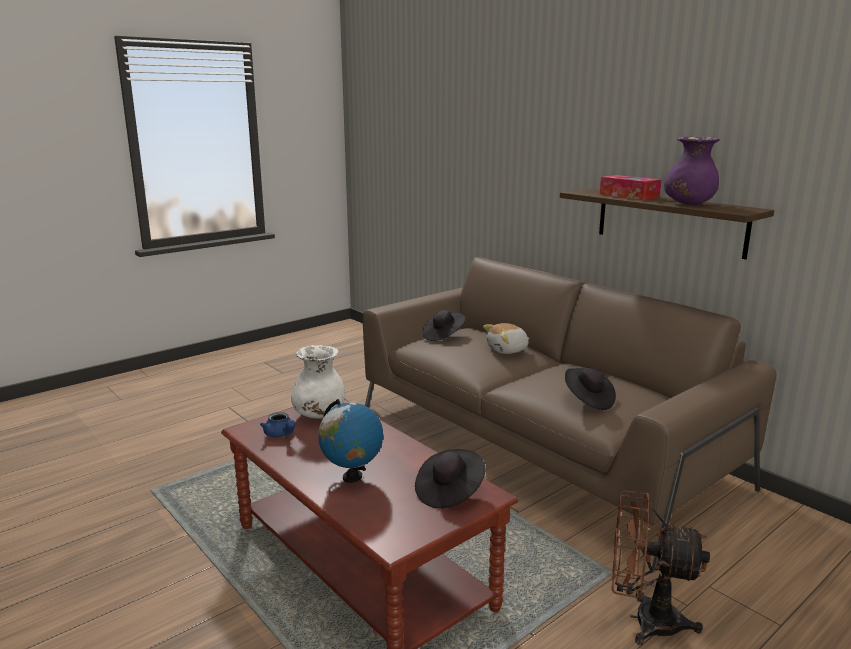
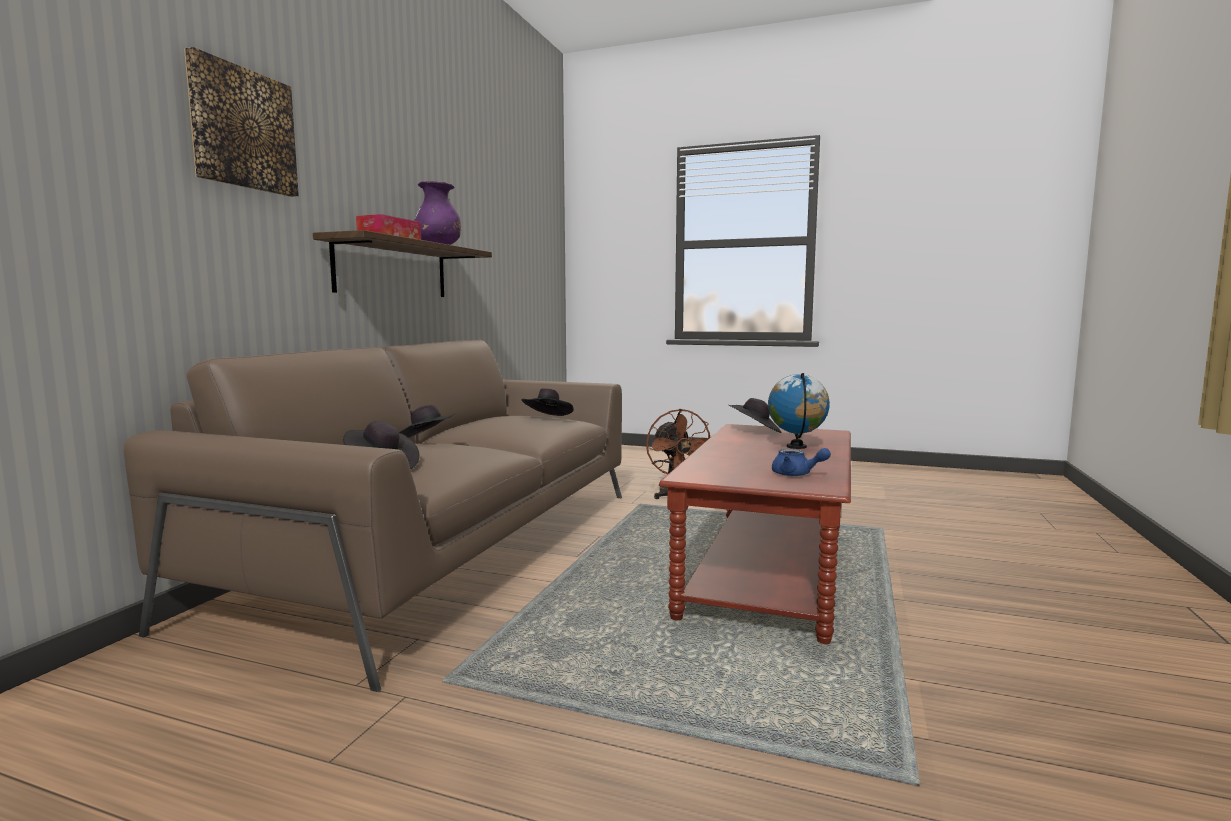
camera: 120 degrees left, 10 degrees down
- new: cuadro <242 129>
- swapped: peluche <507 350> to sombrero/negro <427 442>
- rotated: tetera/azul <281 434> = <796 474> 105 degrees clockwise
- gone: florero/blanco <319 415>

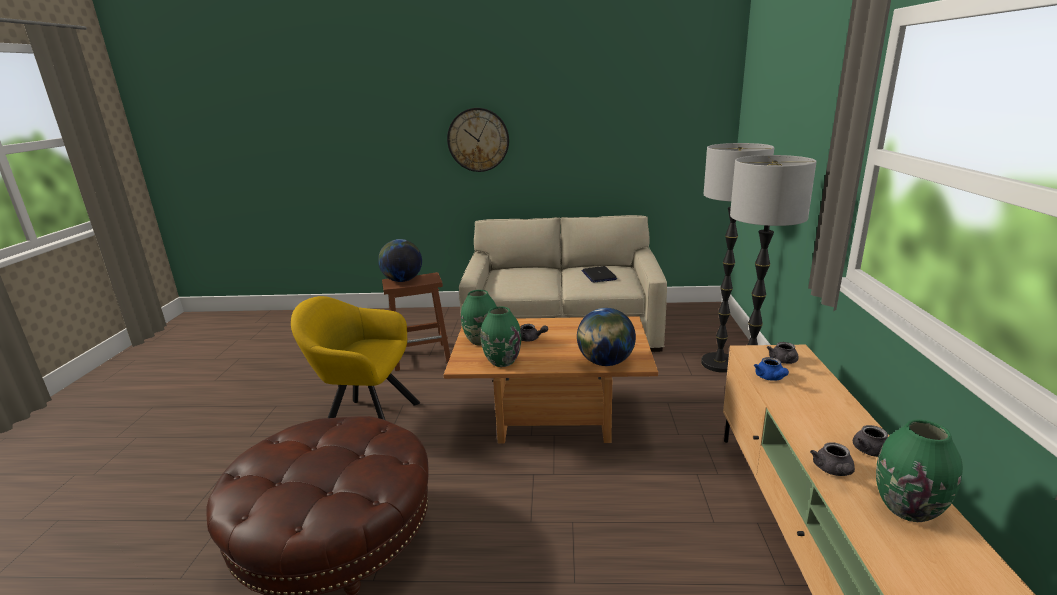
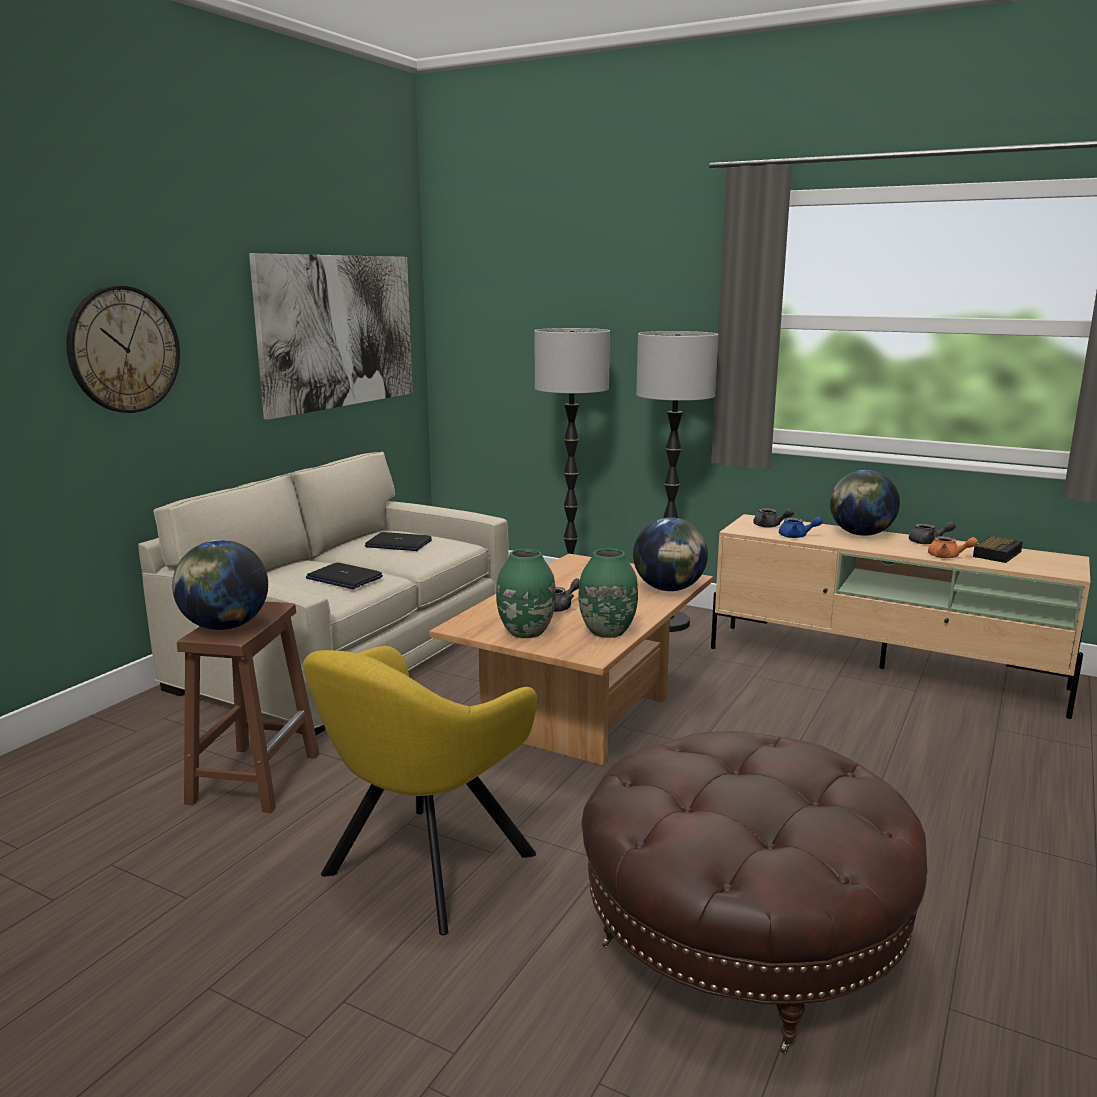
camera: 65 degrees left, 5 degrees down
- new: cuadro <338 331>
- new: portátil <343 578>
- new: globo terráqueo <860 534>
- repainted: tetera/gris <833 471> to tetera/naranja <948 556>
- swapped: florero/verde <907 508> to despertador <997 554>

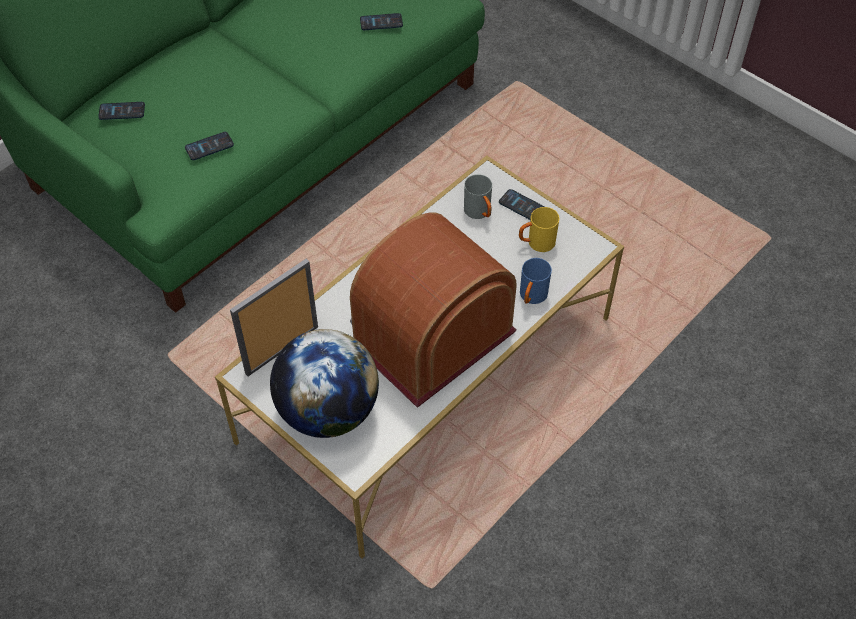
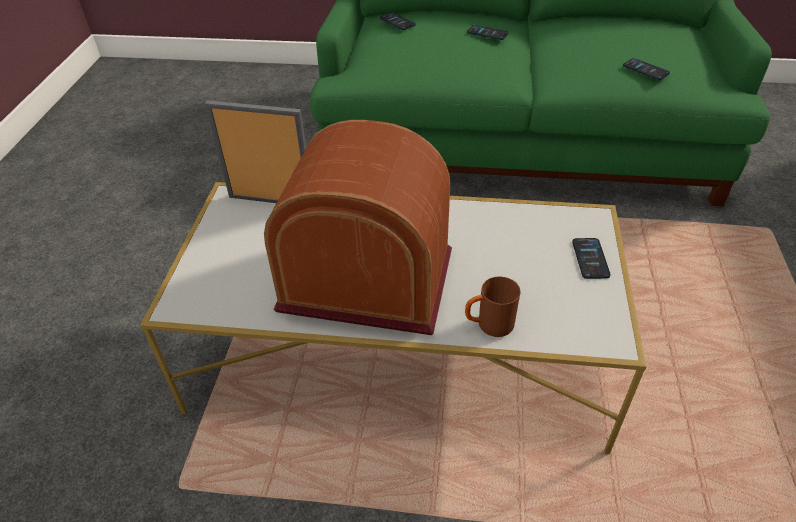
camera: 55 degrees right, 10 degrees down
- repainted: taza grande/azul <531 298> to taza grande/marrón <488 325>
- shifted: móvil <209 146> to <487 33>
- gone: globo terráqueo <328 411>
- gone: taza grande/gris <479 213>
- gone: taza grande/amarillo <536 243>

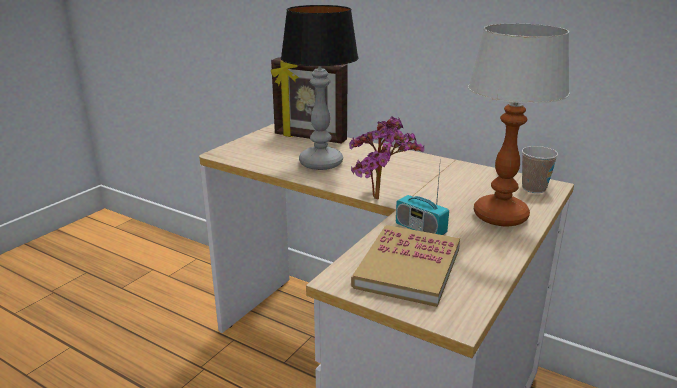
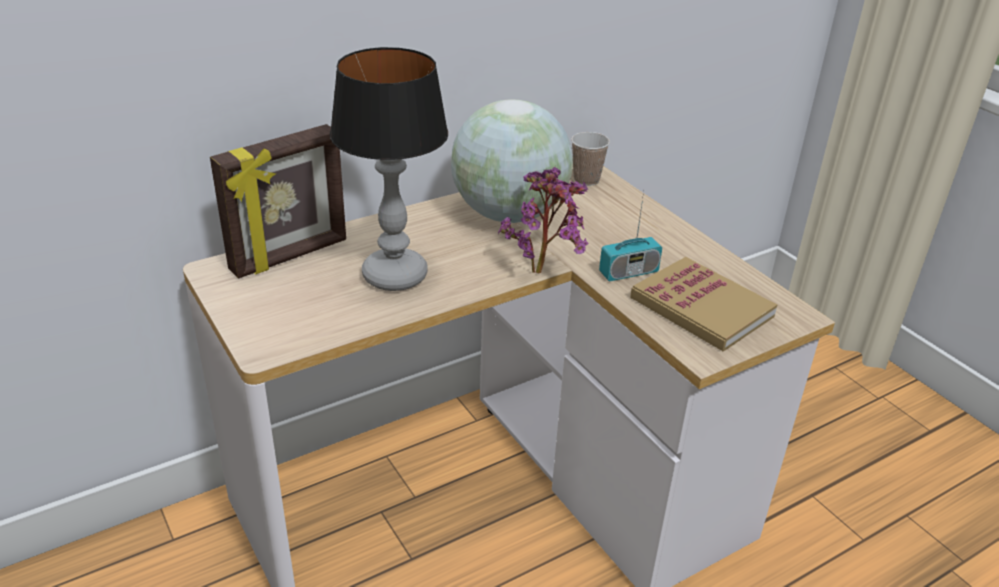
camera: 65 degrees left, 10 degrees up
- new: globo terráqueo <509 214>
- gone: lámpara de mesa <501 216>

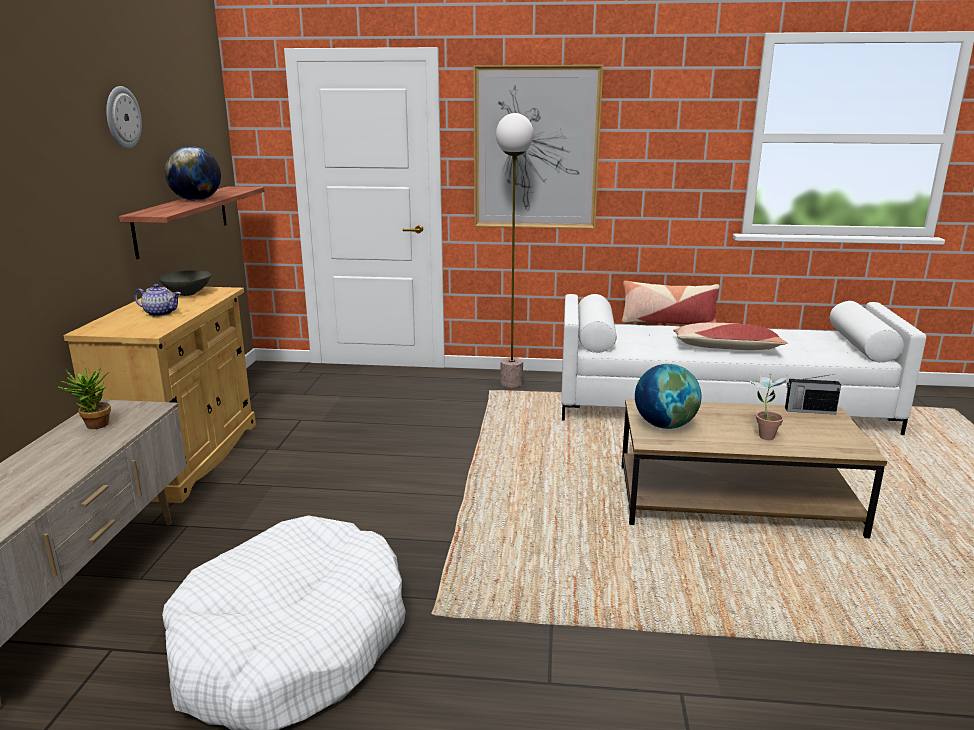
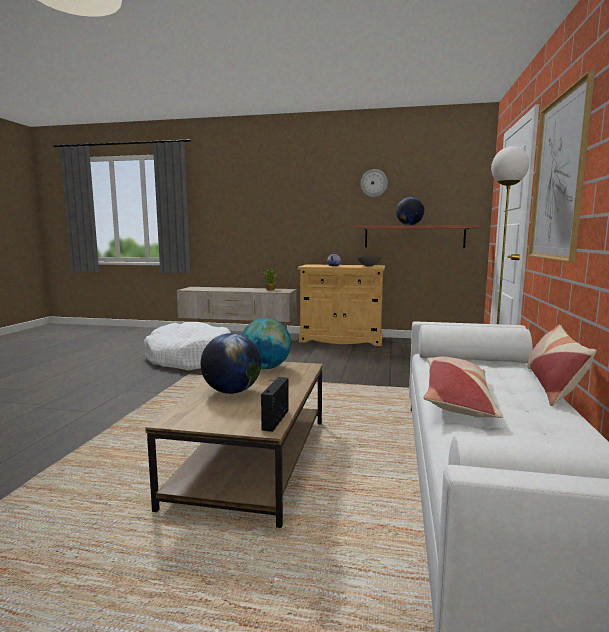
camera: 95 degrees right, 10 degrees down
- swapped: planta en maceta <762 434> to globo terráqueo <232 391>

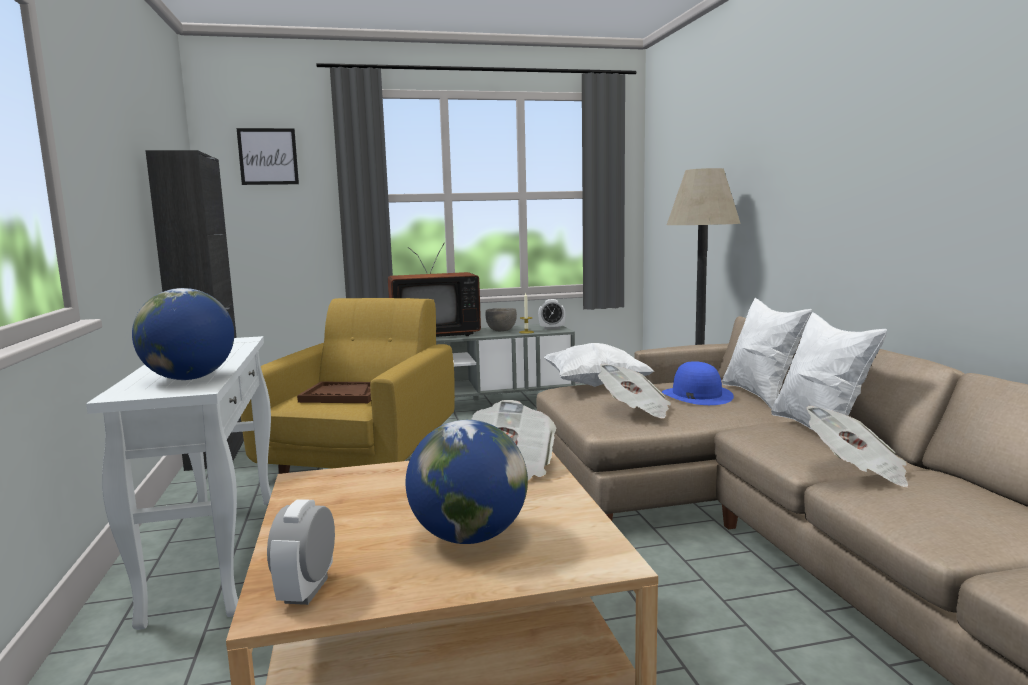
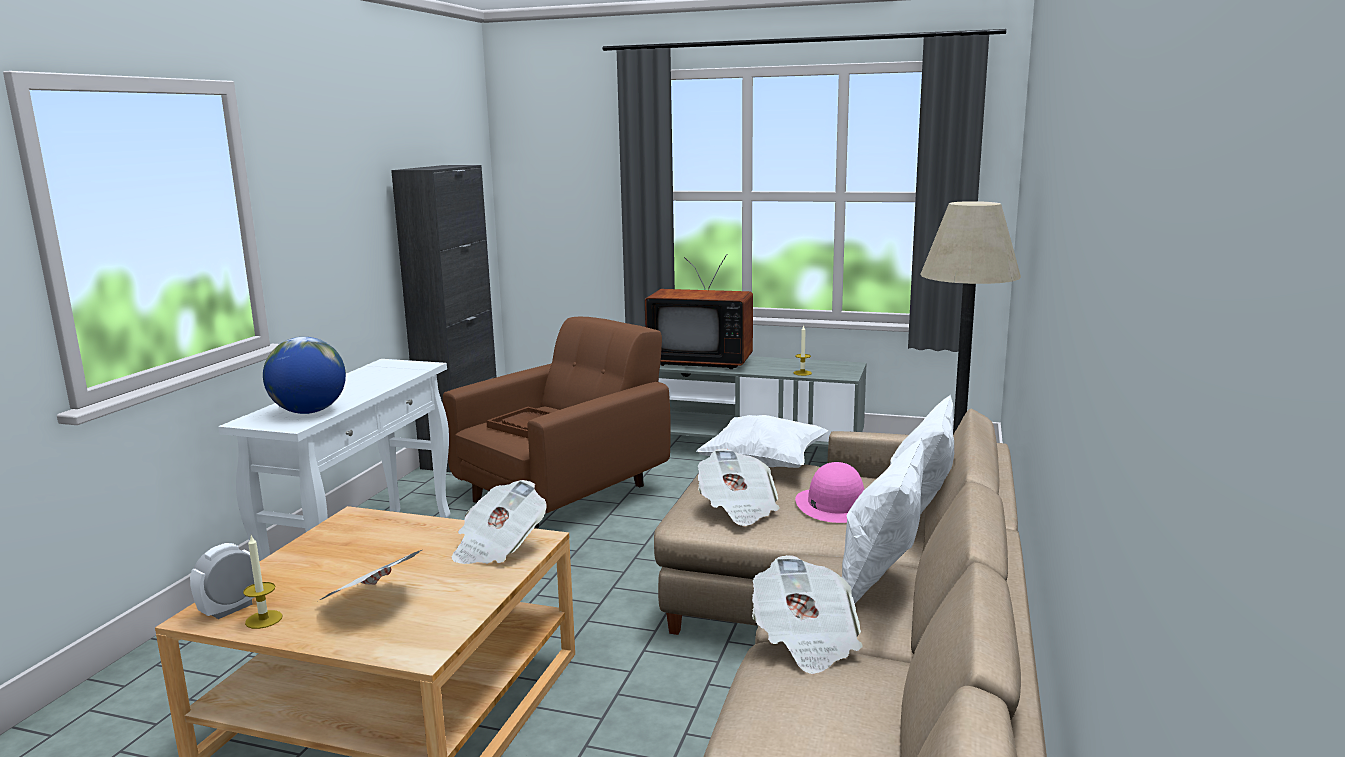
camera: 30 degrees right, 5 degrees up
- new: vela <264 619>
- swapped: globo terráqueo <469 537> to periódico <372 601>
- repainted: sillón/amarillo <363 459> to sillón/marrón <565 491>
- repainted: sombrero/azul <696 395> to sombrero/rosa <836 504>
- gone: cuadro <268 156>
- gone: cuenco/gris <501 331>
- gone: despertador <552 328>

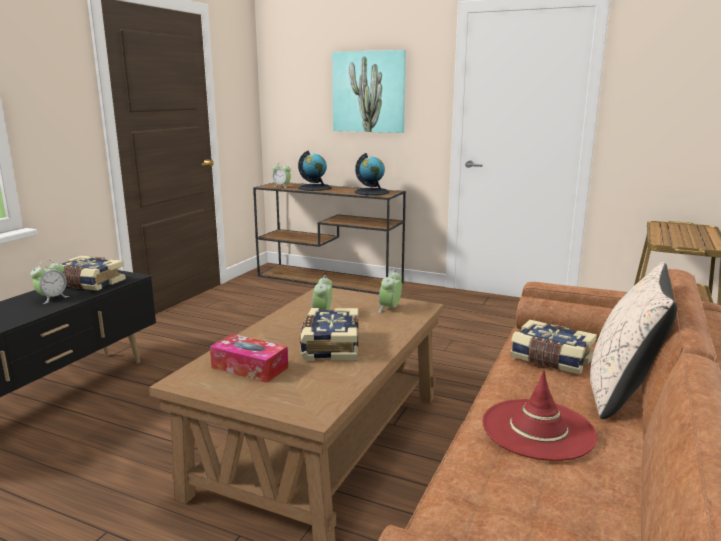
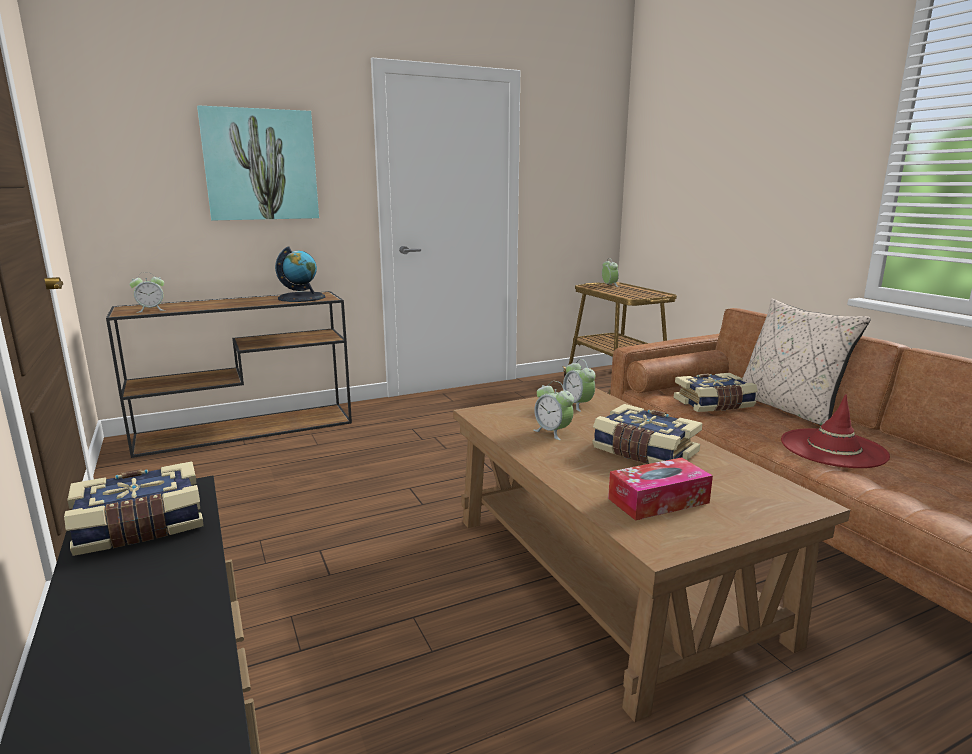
camera: 50 degrees left, 0 degrees up
- shifted: despertador <52 298> to <609 285>
- gone: globo terráqueo <315 188>

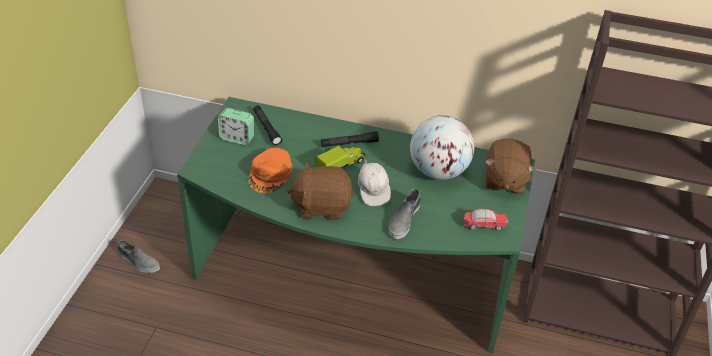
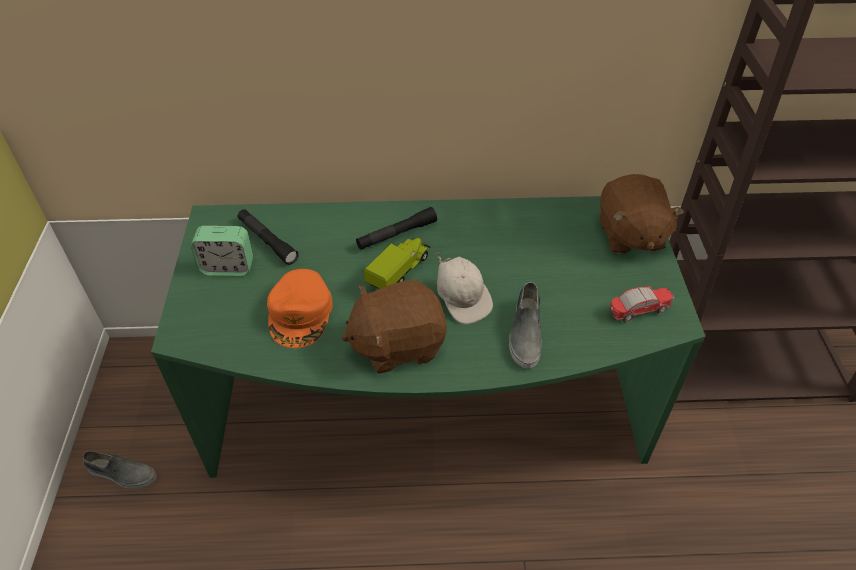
camera: 15 degrees left, 5 degrees up
- gone: globo terráqueo <438 171>

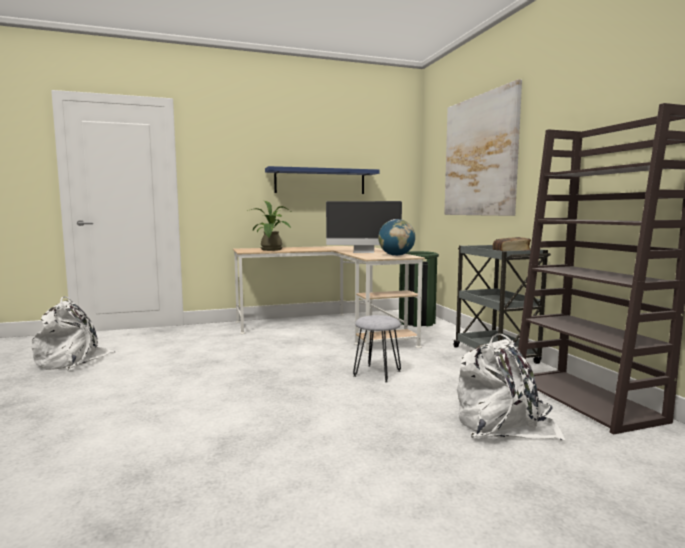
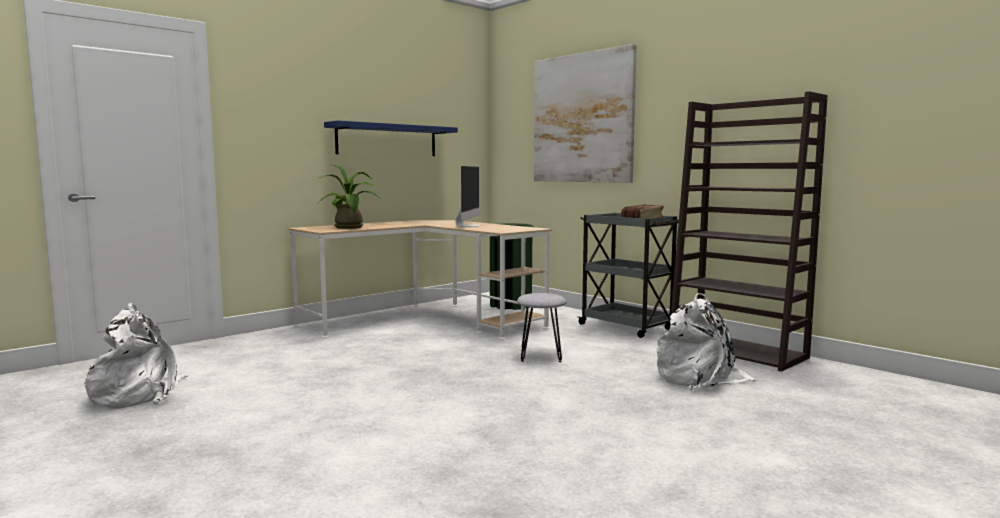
camera: 25 degrees left, 0 degrees up
- rotated: monitor <364 252> = <469 226> 60 degrees counterclockwise
- gone: globo terráqueo <396 255>

